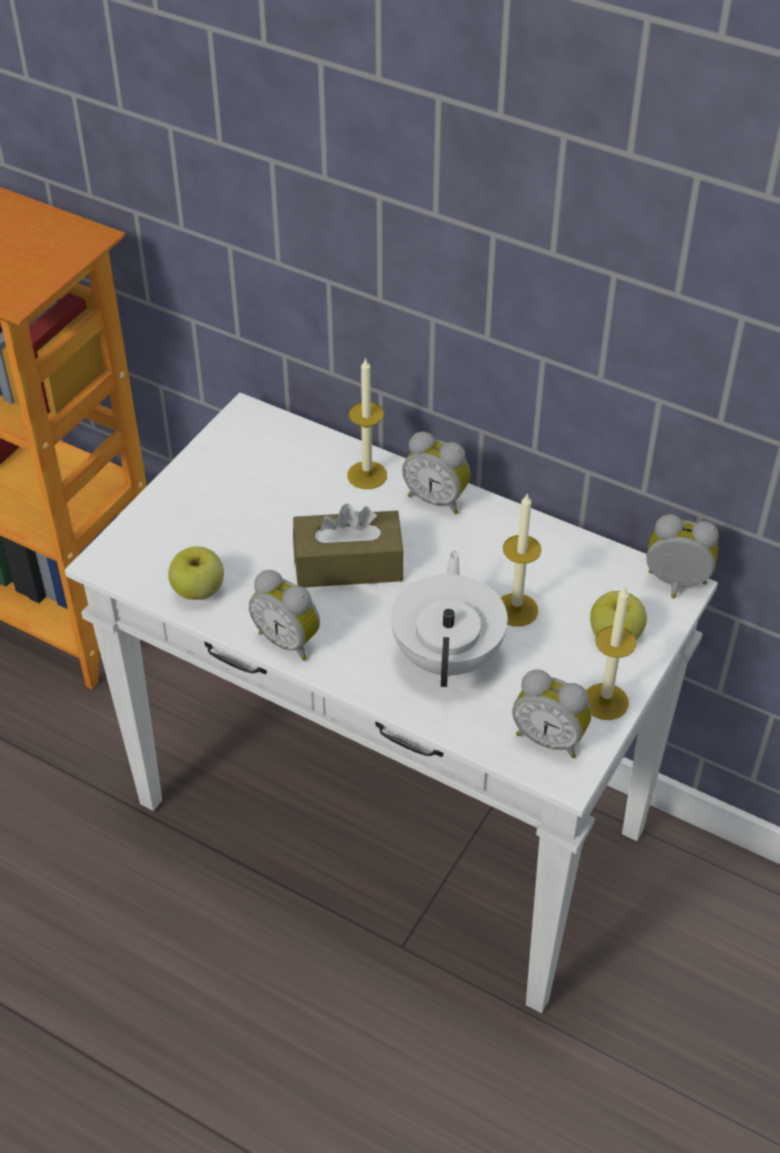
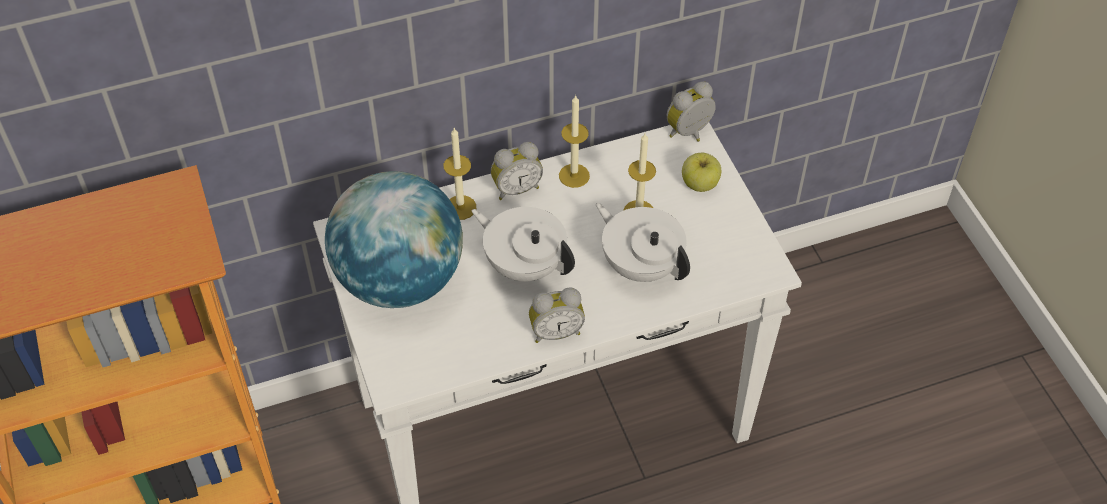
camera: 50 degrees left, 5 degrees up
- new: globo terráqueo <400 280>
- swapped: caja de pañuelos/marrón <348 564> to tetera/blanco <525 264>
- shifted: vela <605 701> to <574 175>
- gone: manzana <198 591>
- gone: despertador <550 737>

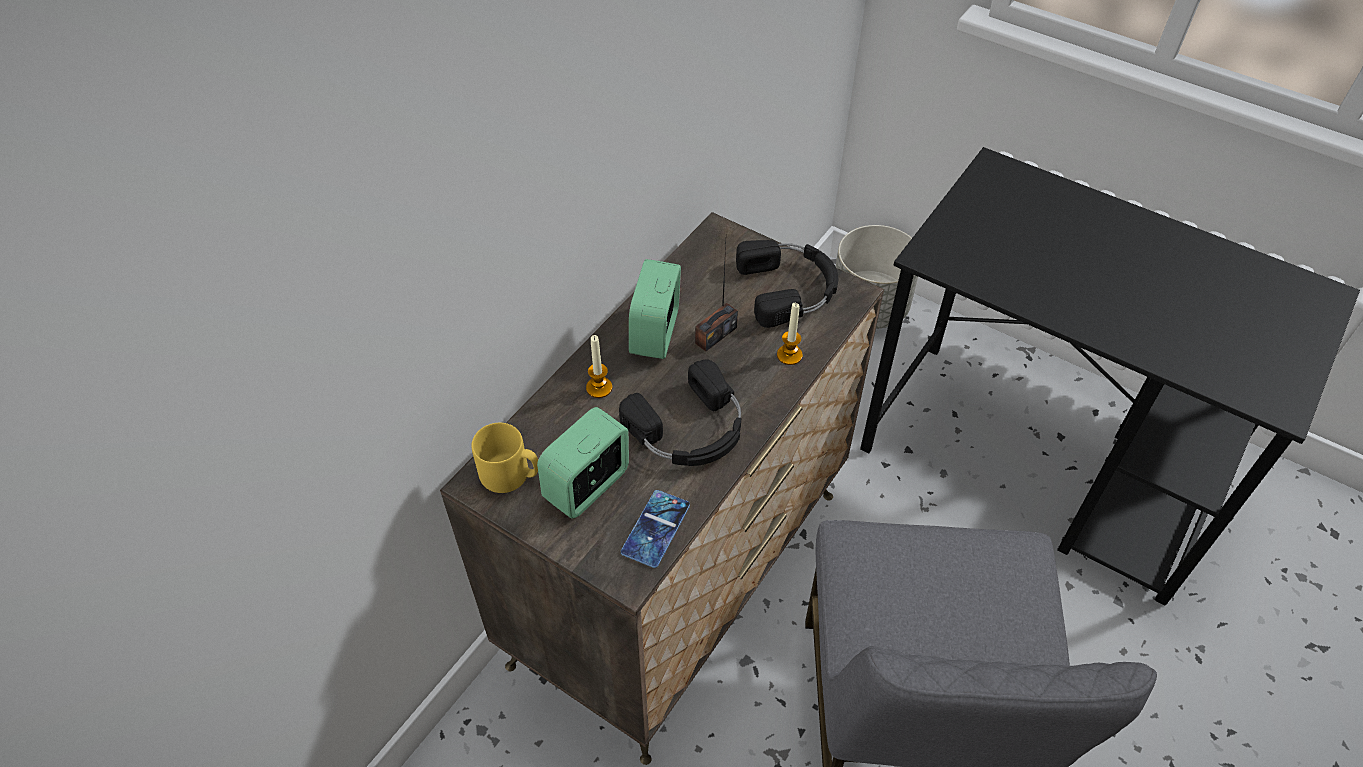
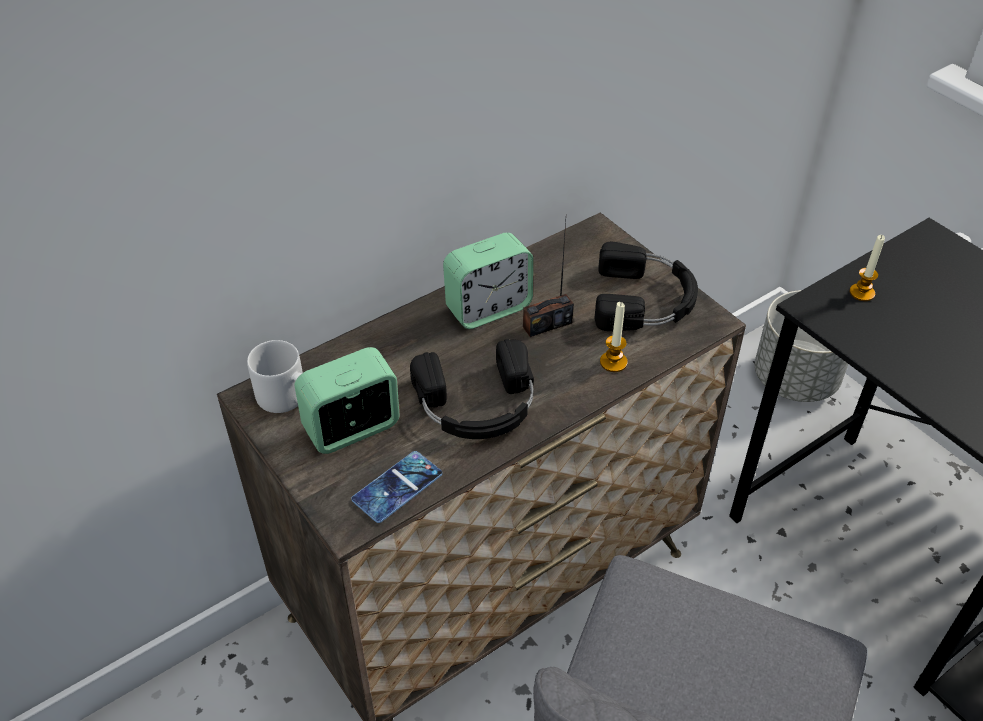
camera: 20 degrees right, 5 degrees down
- repainted: taza grande/amarillo <510 475> to taza grande/gris <286 398>
- rotated: despertador <655 333> = <488 308> 150 degrees counterclockwise
- shifted: vela <599 388> to <862 293>

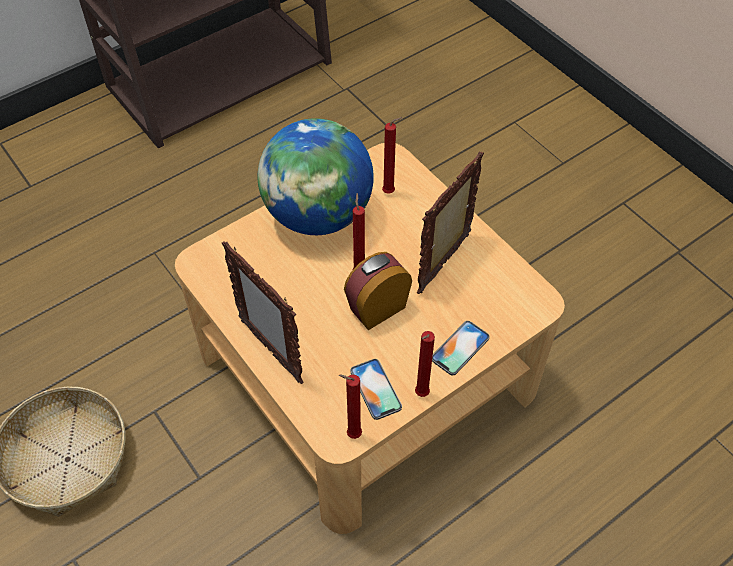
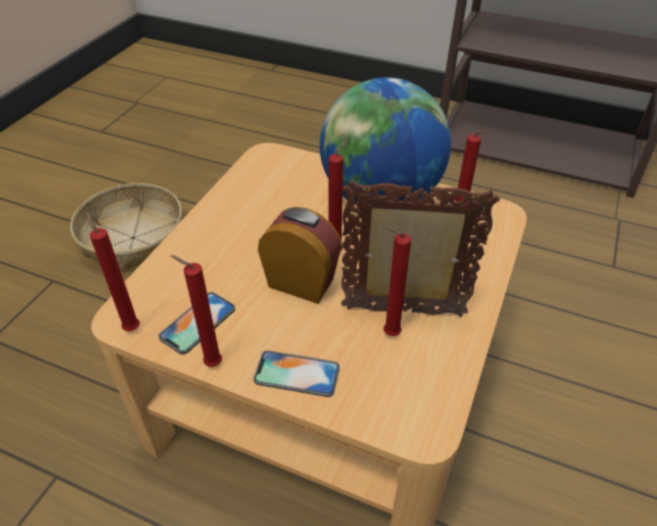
camera: 60 degrees right, 10 degrees down
- new: vela/rojo <388 334>
- gone: portarretratos <270 350>

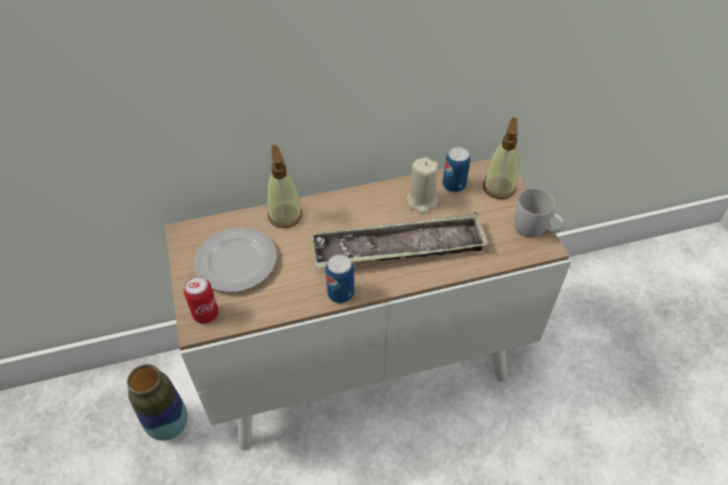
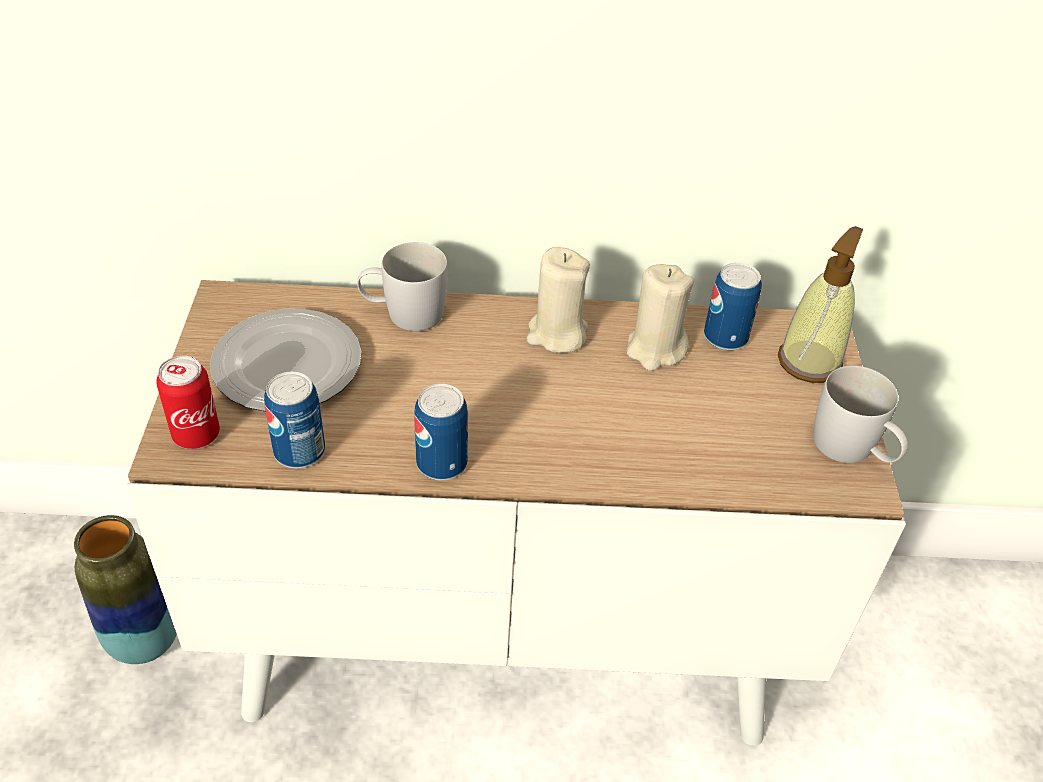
camera: 15 degrees right, 5 degrees down
- new: lata <299 452>
- swapped: dispensador de jabón <285 215> to taza grande/blanco <403 313>
- new: vela/beis <557 334>
- gone: bandeja <399 248>

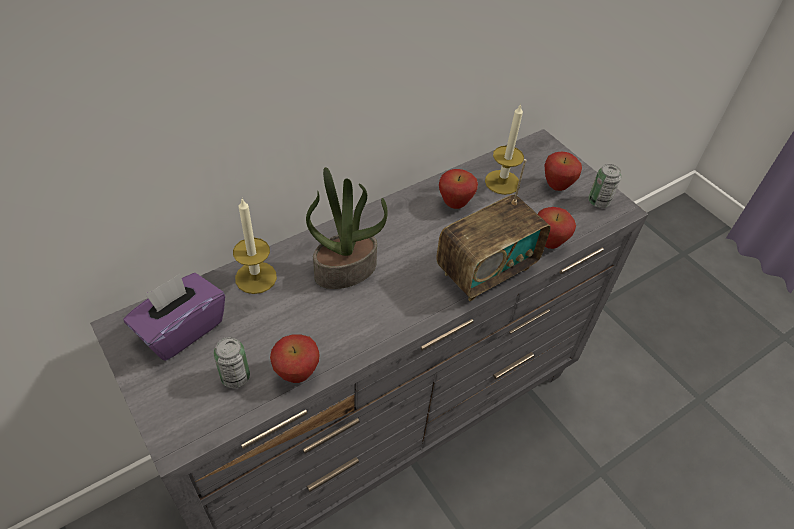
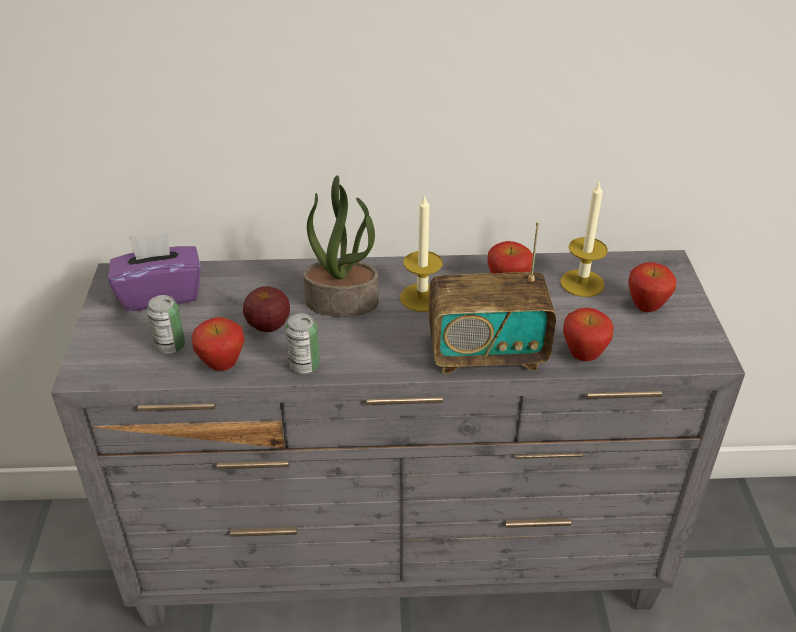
camera: 35 degrees right, 10 degrees down
- new: manzana <268 326>
- shifted: lata <598 202> to <304 365>
- shifted: vela <256 277> to <422 297>

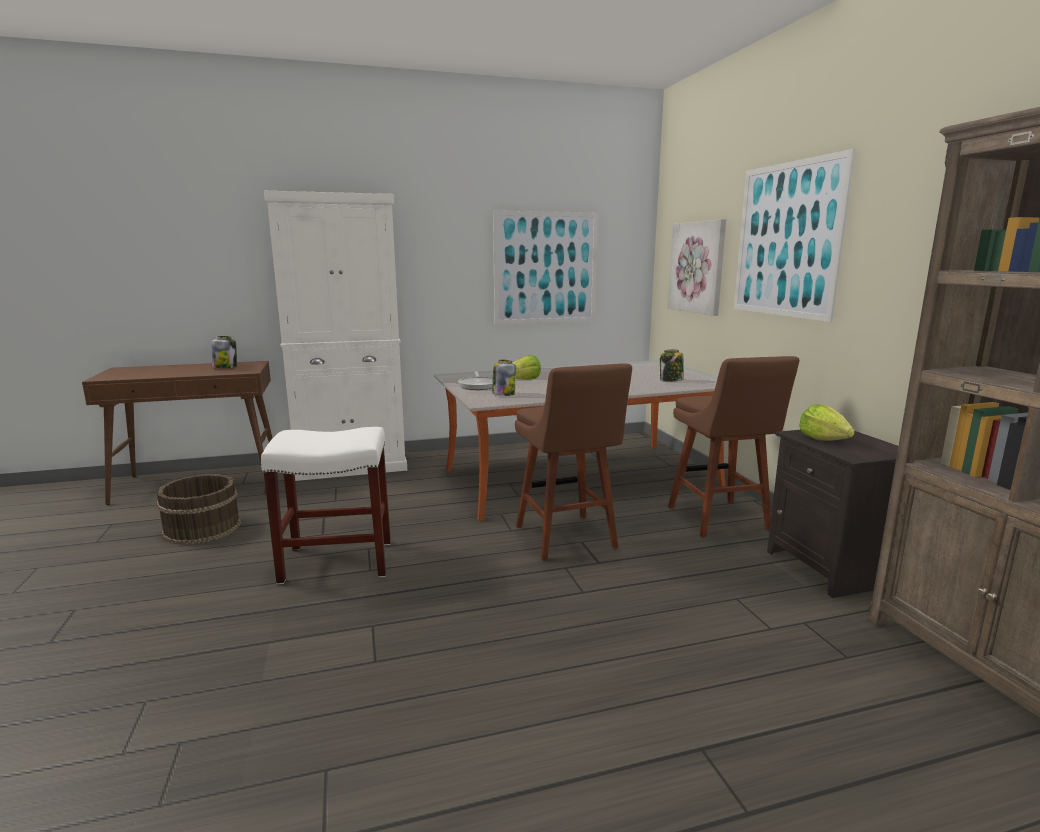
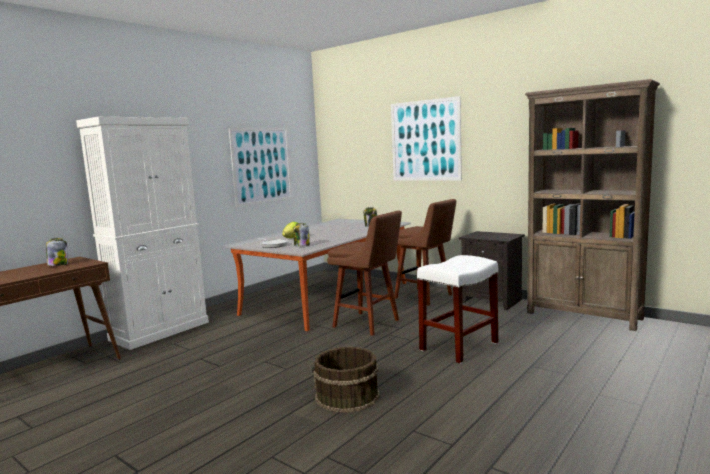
camera: 35 degrees left, 5 degrees down
- shifted: cubo/marrón <201 528> to <347 396>
- shifted: taburete/blanco <338 561> to <459 346>
- gone: cuadro <697 267>
- gone: lechuga <823 439>

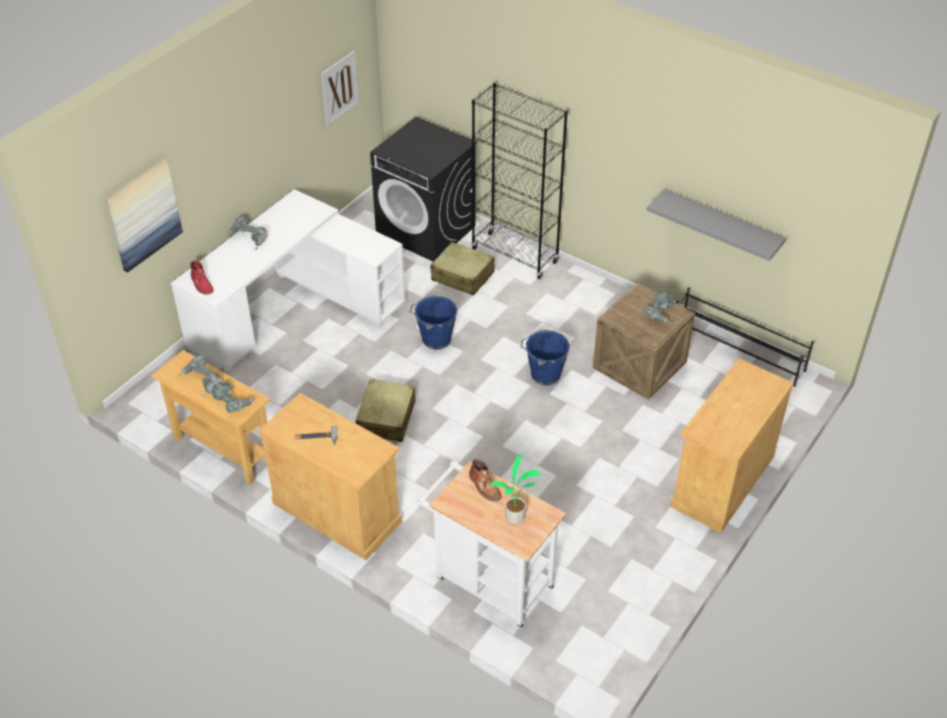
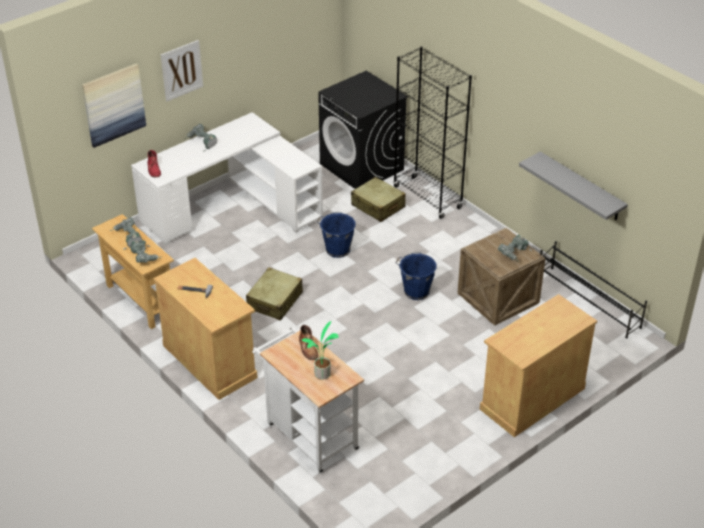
camera: 15 degrees right, 5 degrees down
- shifted: cuadro <339 88> to <181 70>

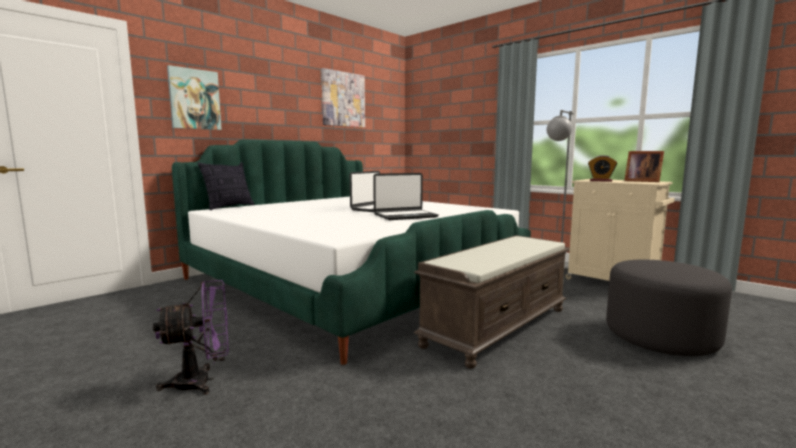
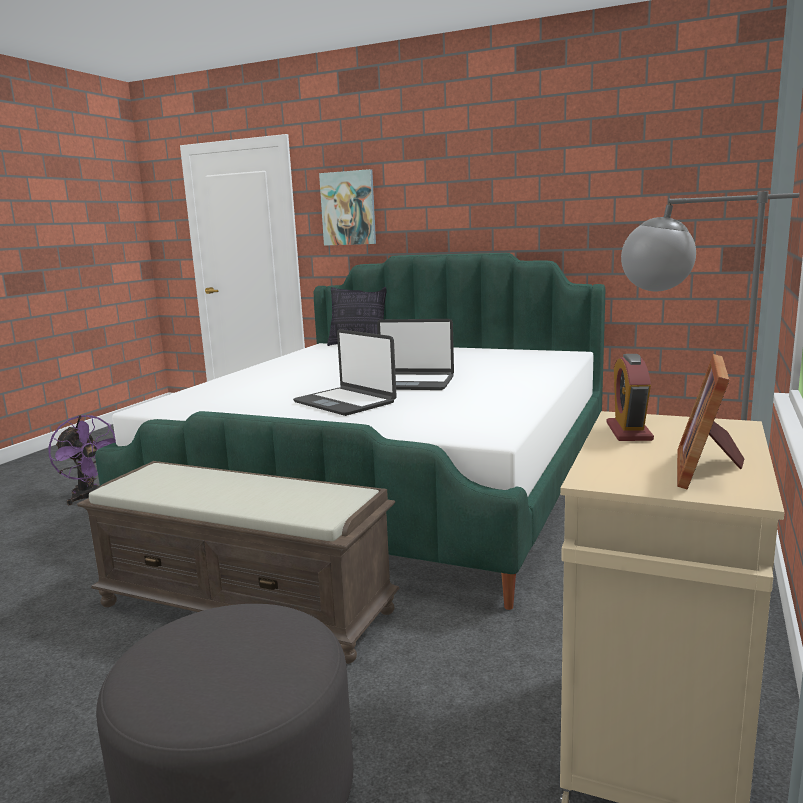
camera: 70 degrees right, 5 degrees up
- gone: cuadro <343 99>

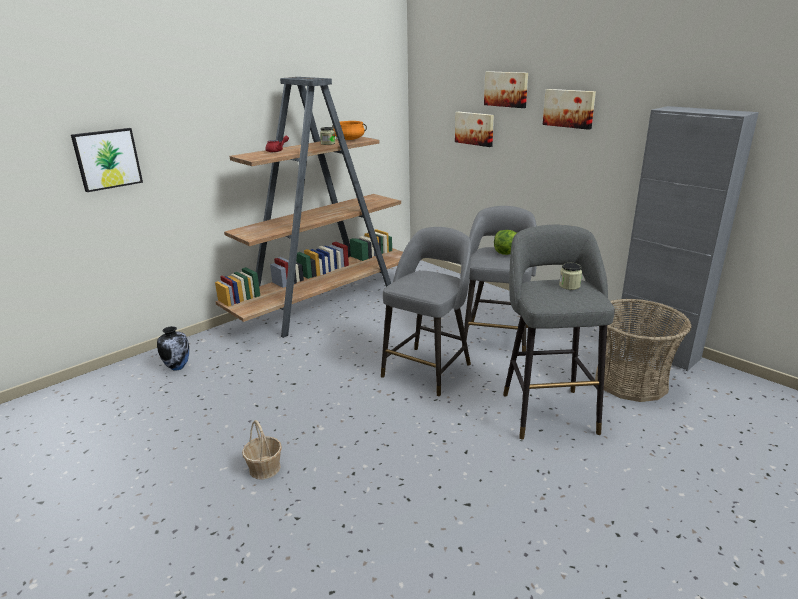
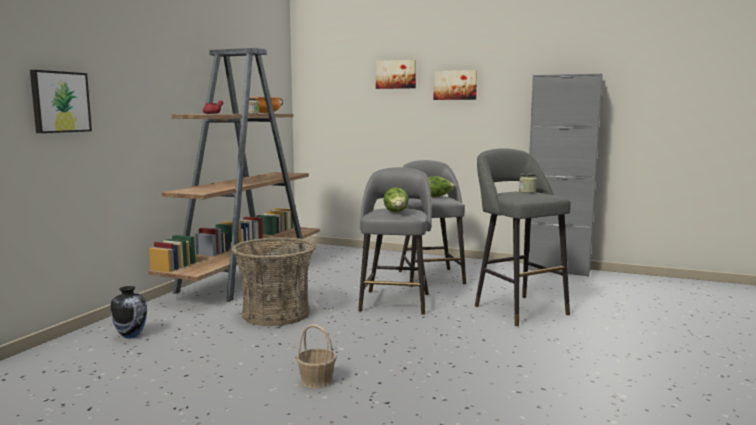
camera: 25 degrees left, 15 degrees down
- shifted: cesta <631 381> to <276 314>
- new: lechuga <396 212>
- gone: cuadro <475 128>

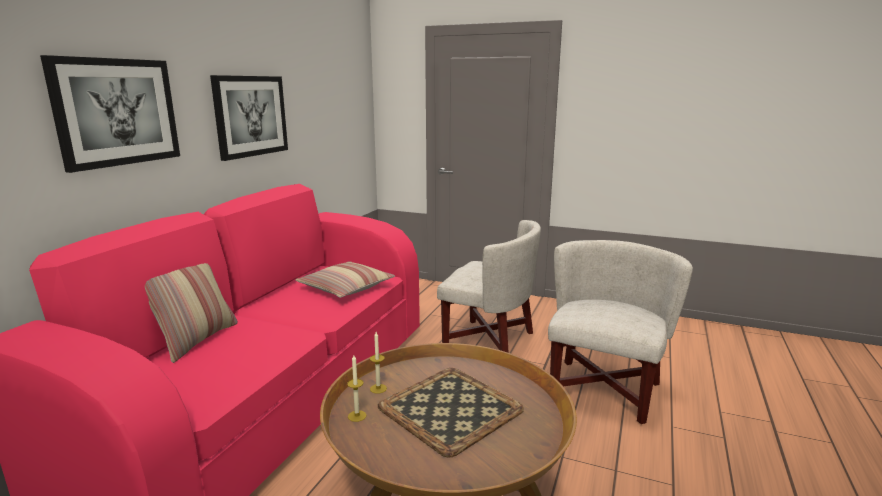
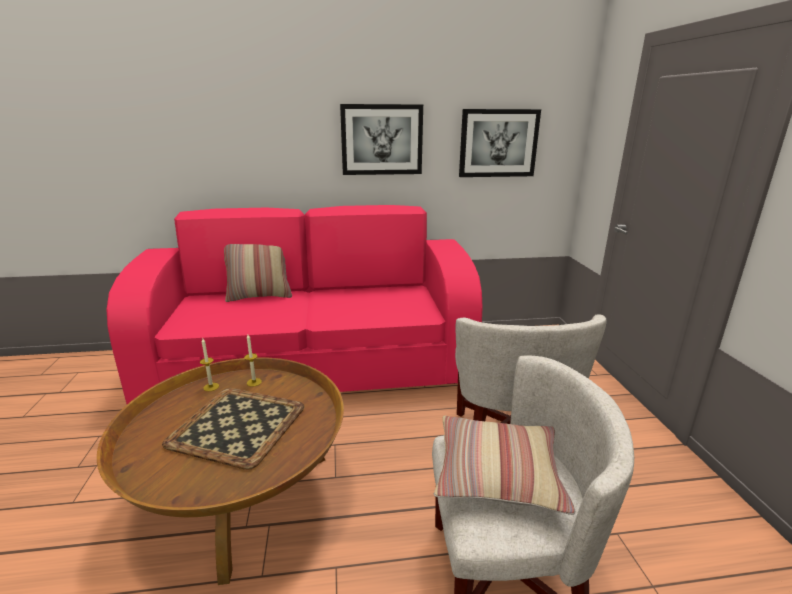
camera: 60 degrees right, 5 degrees up
- shifted: cojín <346 288> to <498 473>
- shifted: cuadro <117 112> to <498 143>

